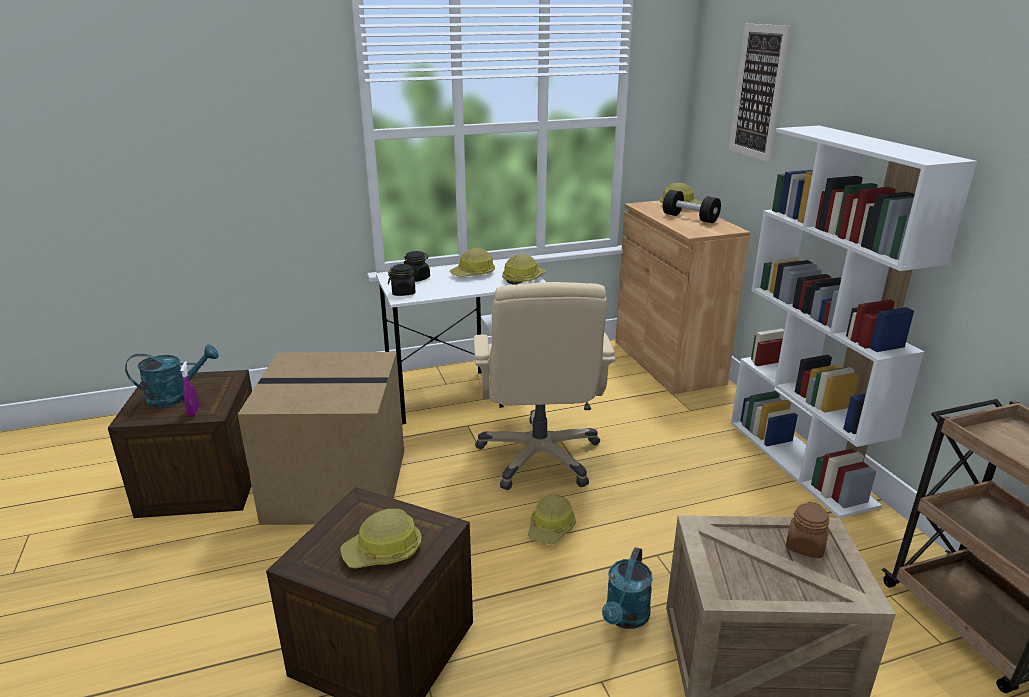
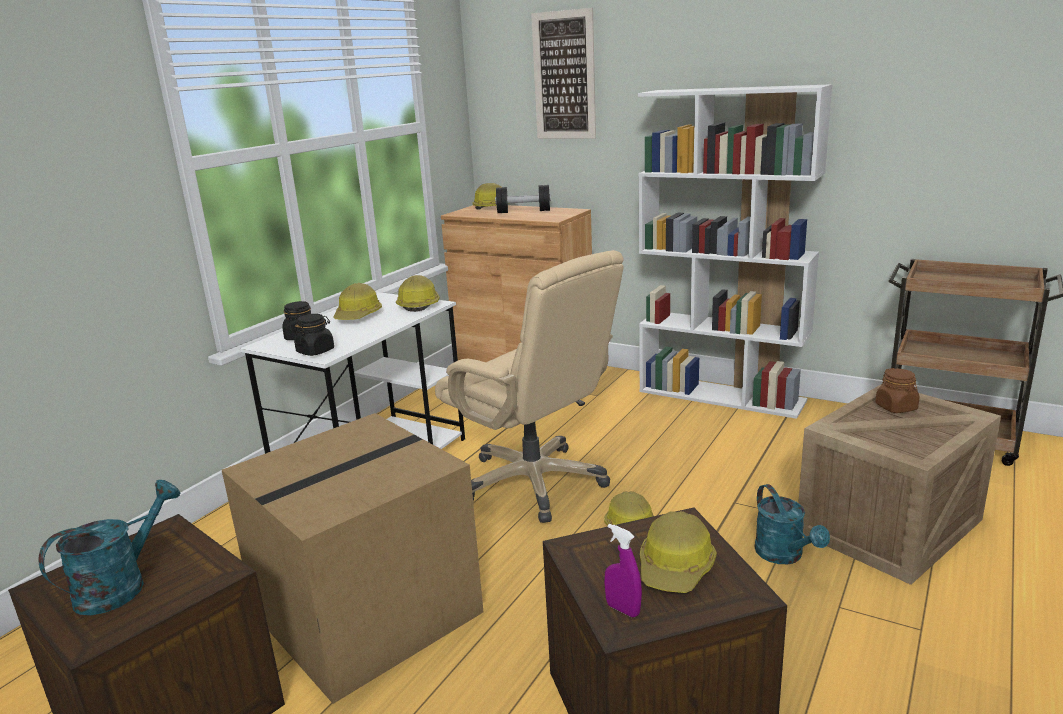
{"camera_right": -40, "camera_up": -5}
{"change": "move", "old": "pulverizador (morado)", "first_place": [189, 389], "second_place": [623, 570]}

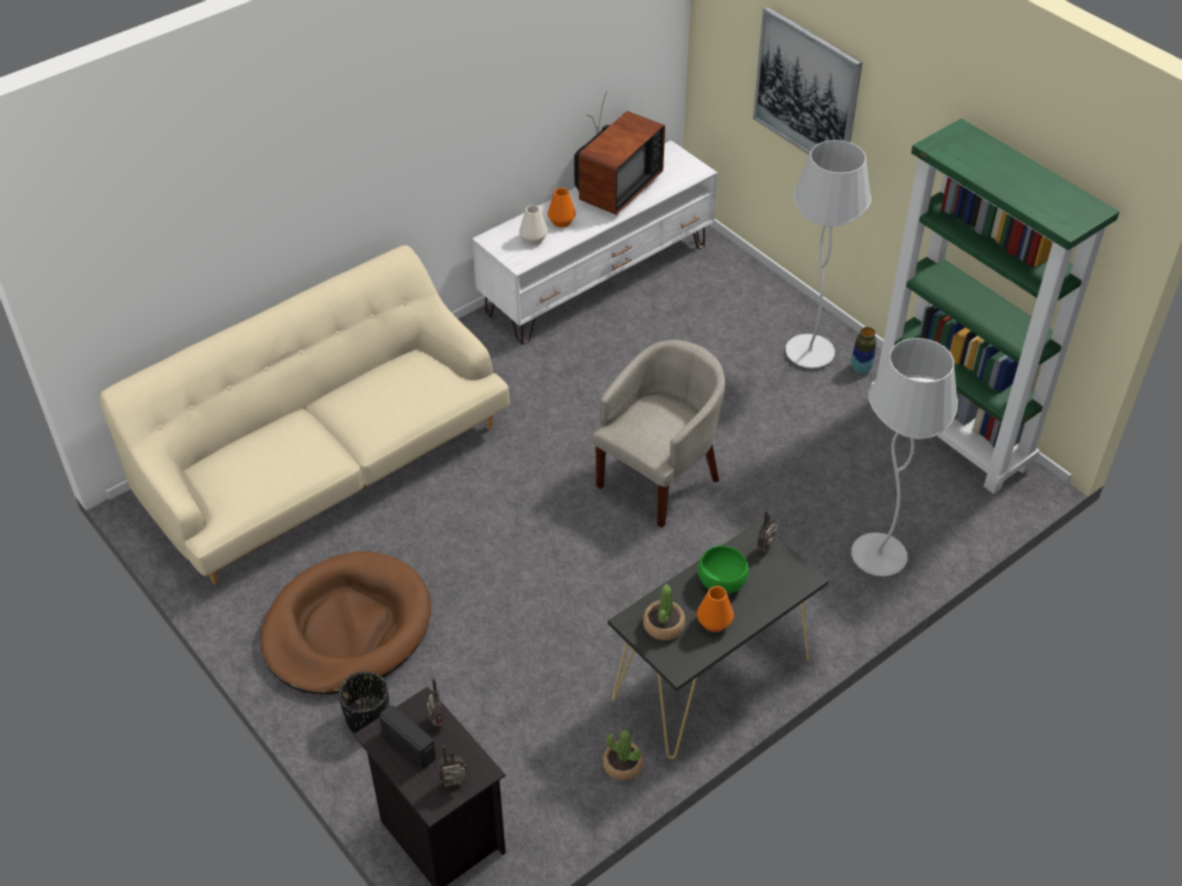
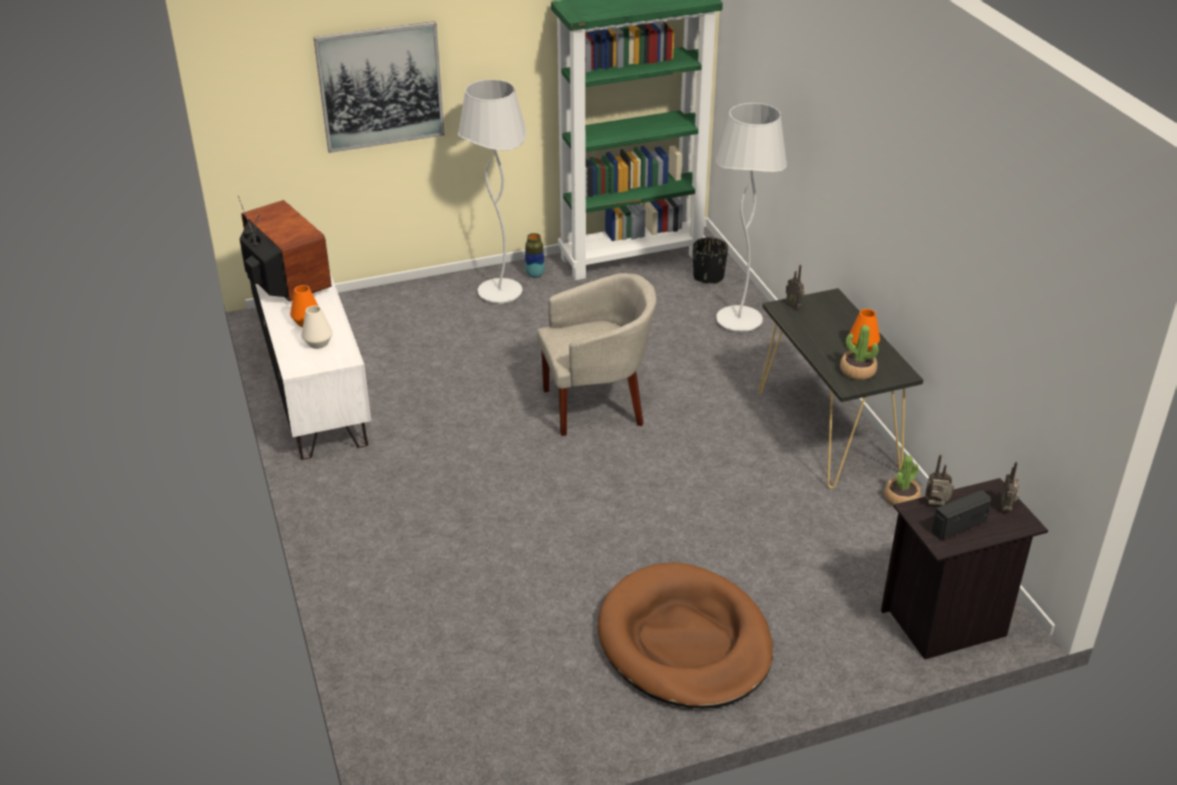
{"camera_right": -70, "camera_up": -10}
{"change": "rotate", "old": "sillón (beis)", "first_place": [658, 434], "second_place": [596, 354], "degrees": 105}
{"change": "move", "old": "maceta (negro)", "first_place": [363, 702], "second_place": [710, 260]}
{"change": "delete", "old": "sofá (beis)", "first_place": [304, 415]}
{"change": "delete", "old": "cuenco (verde)", "first_place": [723, 570]}

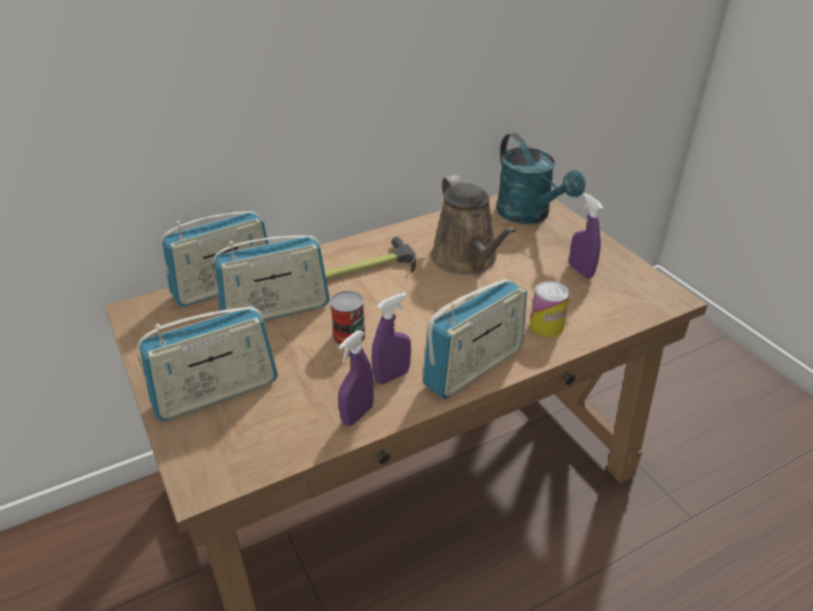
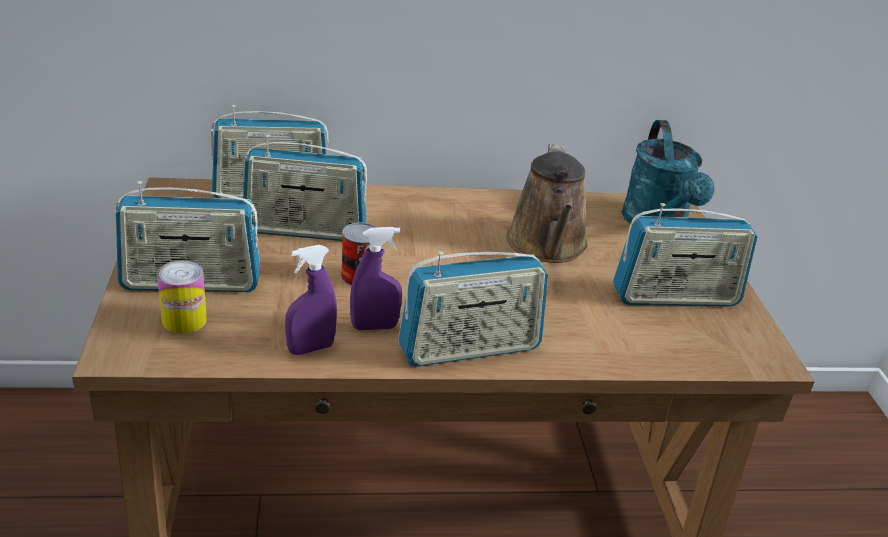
{"camera_right": 20, "camera_up": -5}
{"change": "move", "old": "lata", "first_place": [550, 309], "second_place": [182, 297]}
{"change": "replace", "old": "pulverizador (morado)", "new": "radio", "first_place": [586, 235], "second_place": [685, 254]}
{"change": "delete", "old": "martillo", "first_place": [370, 258]}

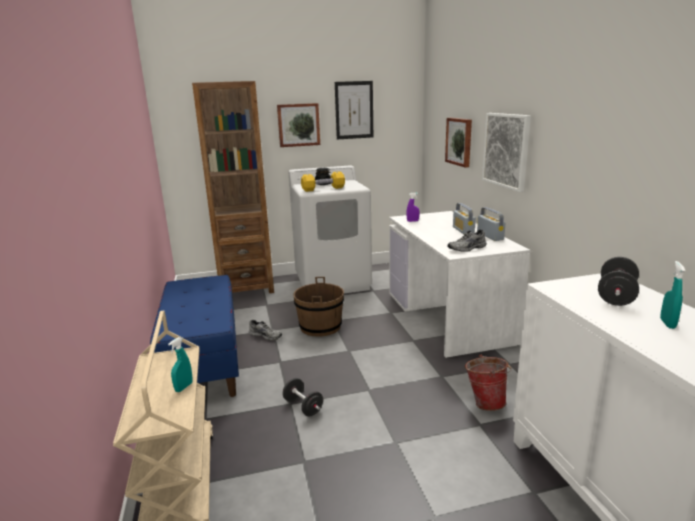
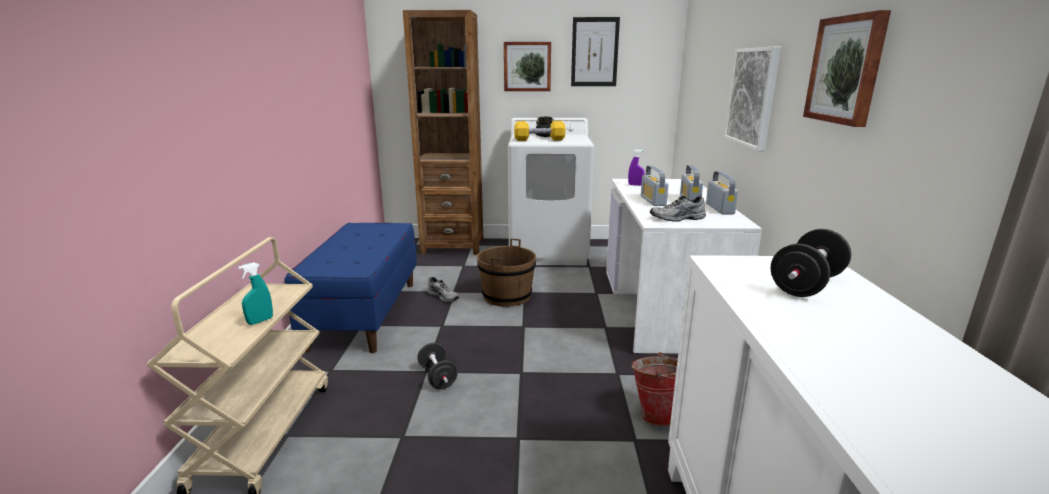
{"camera_right": 15, "camera_up": 0}
{"change": "insert", "new": "radio", "second_place": [655, 186]}
{"change": "move", "old": "cuadro", "first_place": [458, 143], "second_place": [847, 68]}
{"change": "delete", "old": "pulverizador (turquesa)", "first_place": [672, 295]}

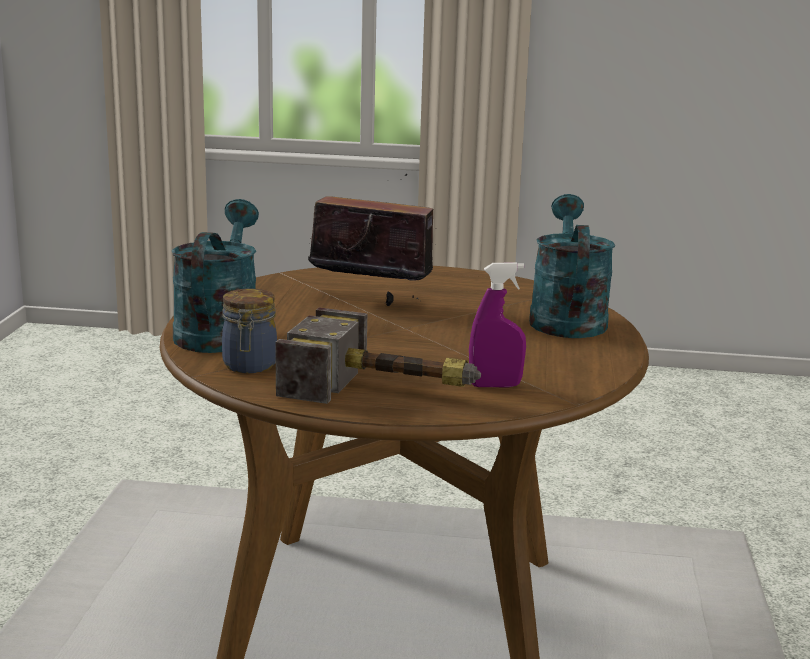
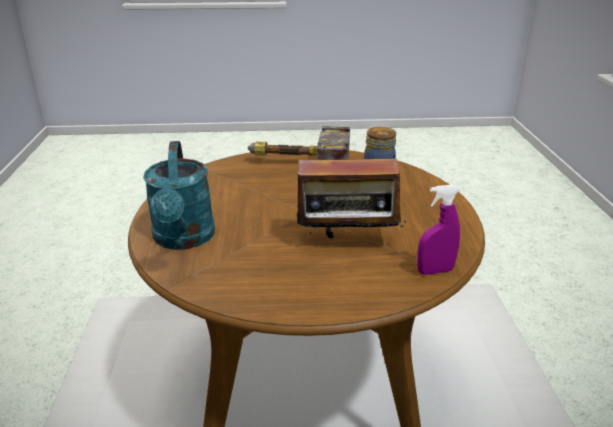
{"camera_right": 170, "camera_up": 10}
{"change": "move", "old": "pulverizador (morado)", "first_place": [497, 324], "second_place": [438, 230]}
{"change": "delete", "old": "regadera (turquesa)", "first_place": [215, 276]}

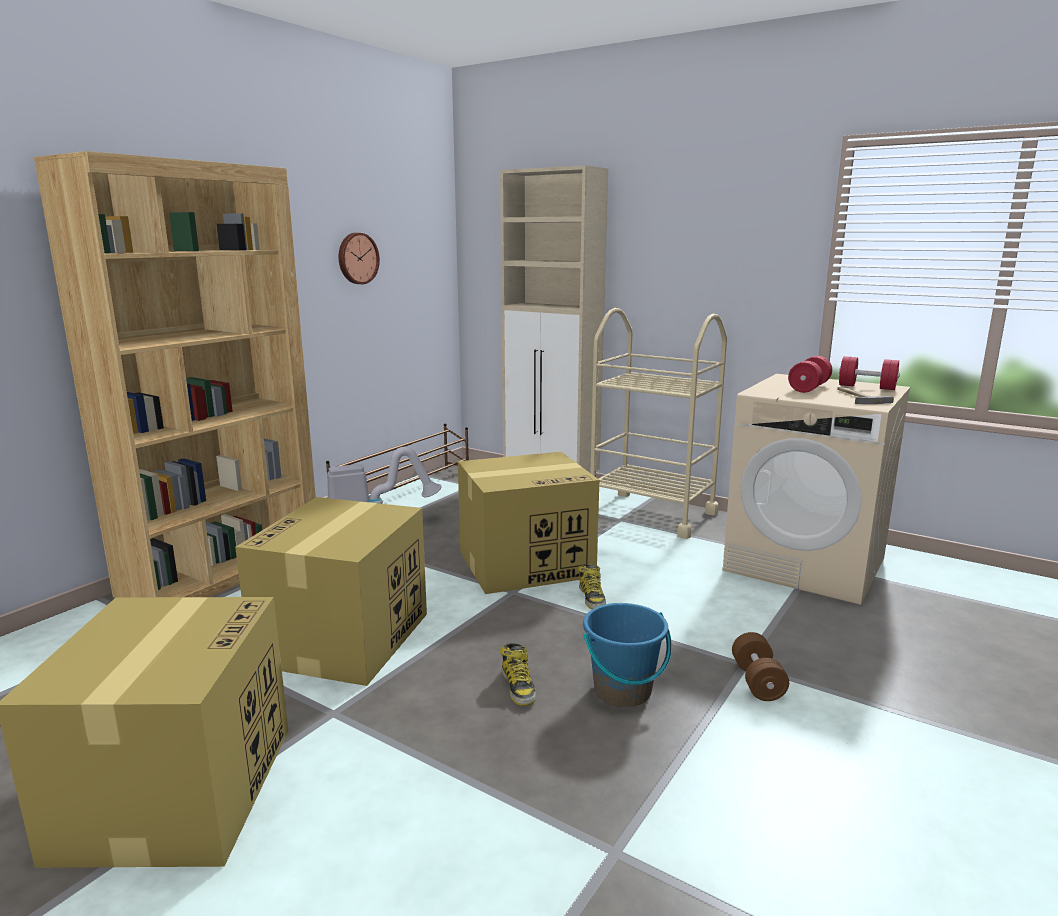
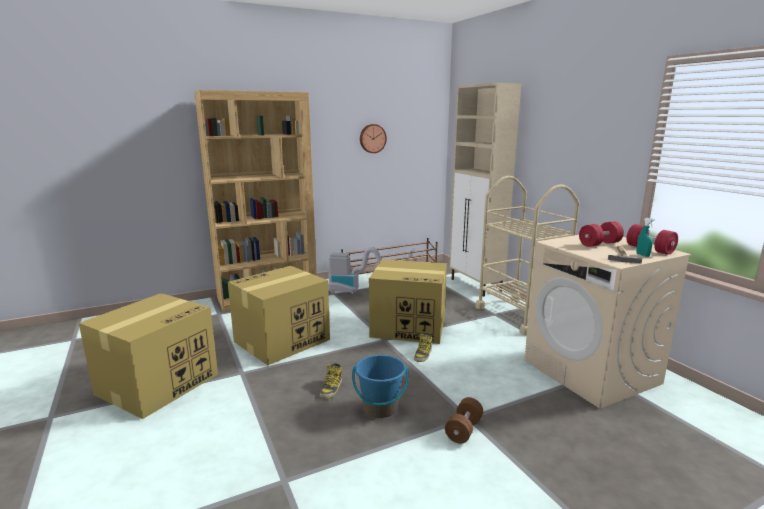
{"camera_right": 30, "camera_up": 0}
{"change": "insert", "new": "pulverizador (turquesa)", "second_place": [645, 237]}

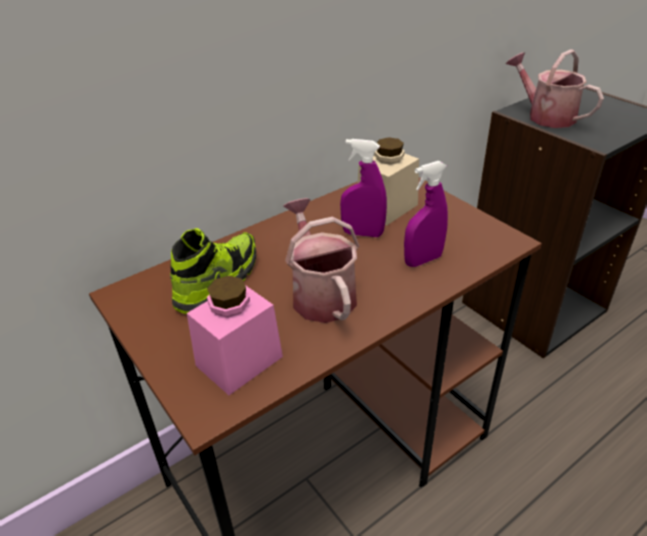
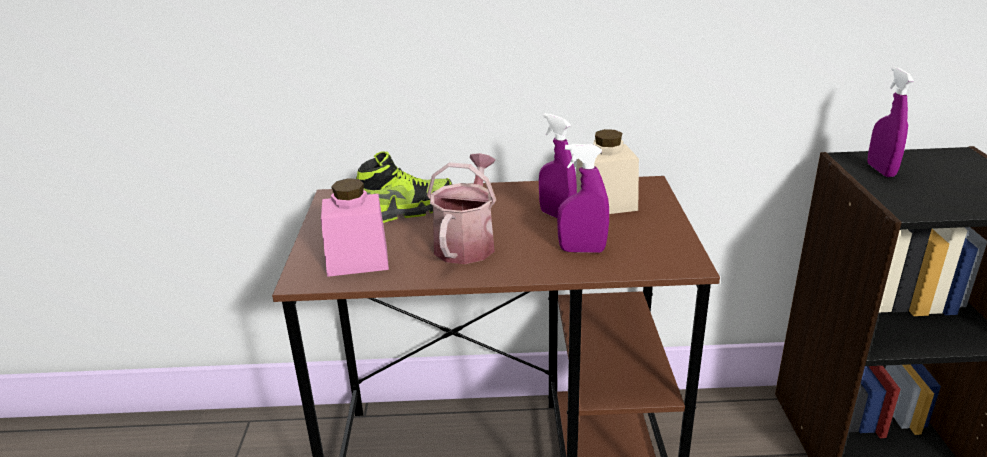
{"camera_right": 35, "camera_up": -10}
{"change": "replace", "old": "regadera", "new": "pulverizador (morado)", "first_place": [555, 88], "second_place": [891, 122]}

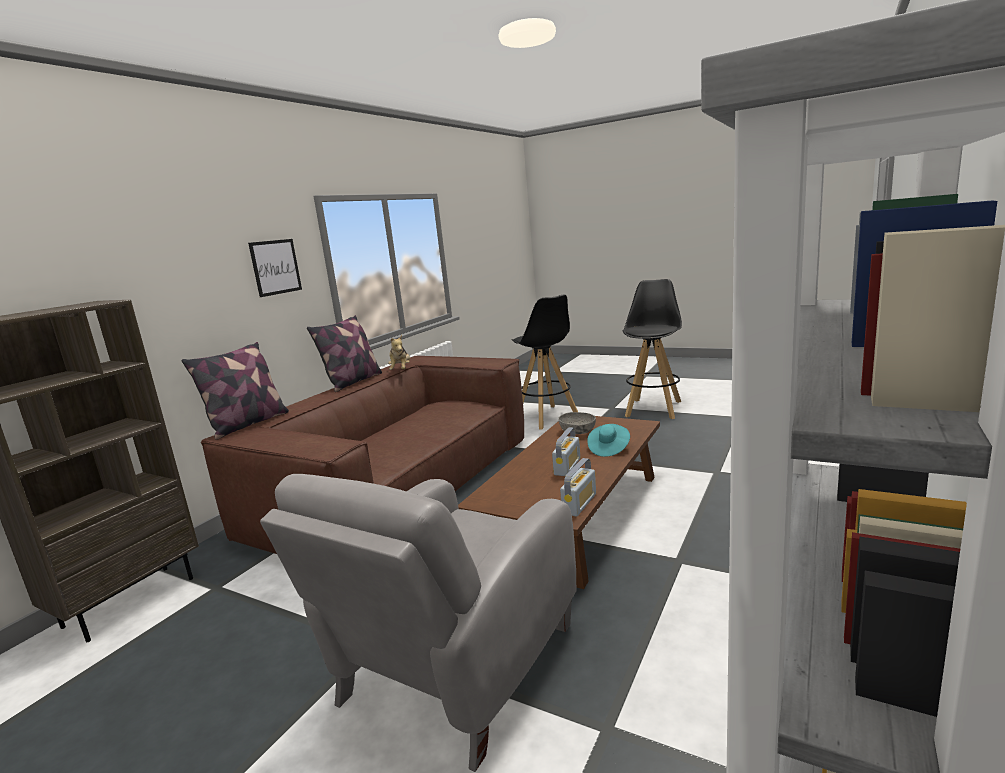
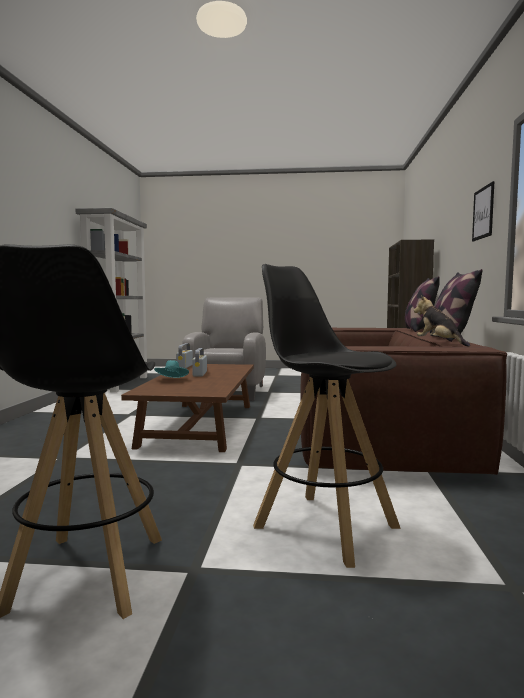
{"camera_right": 155, "camera_up": -10}
{"change": "delete", "old": "cuenco (gris)", "first_place": [577, 423]}

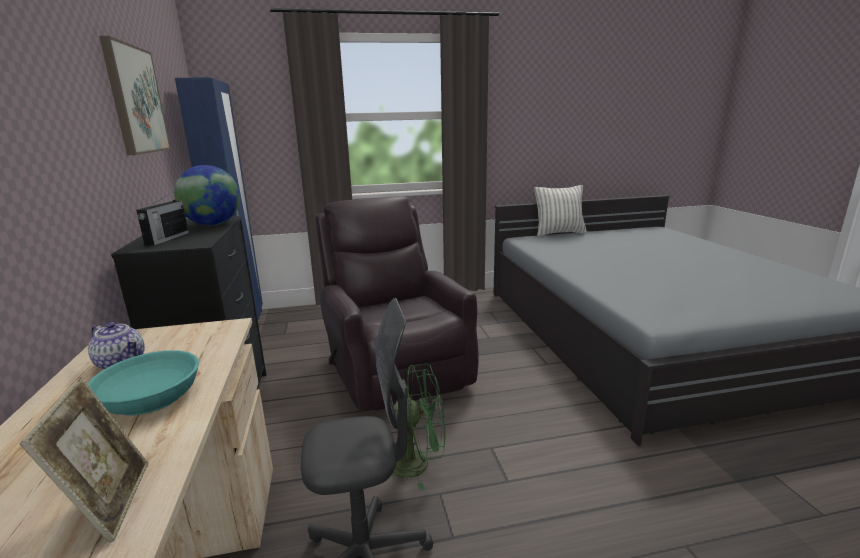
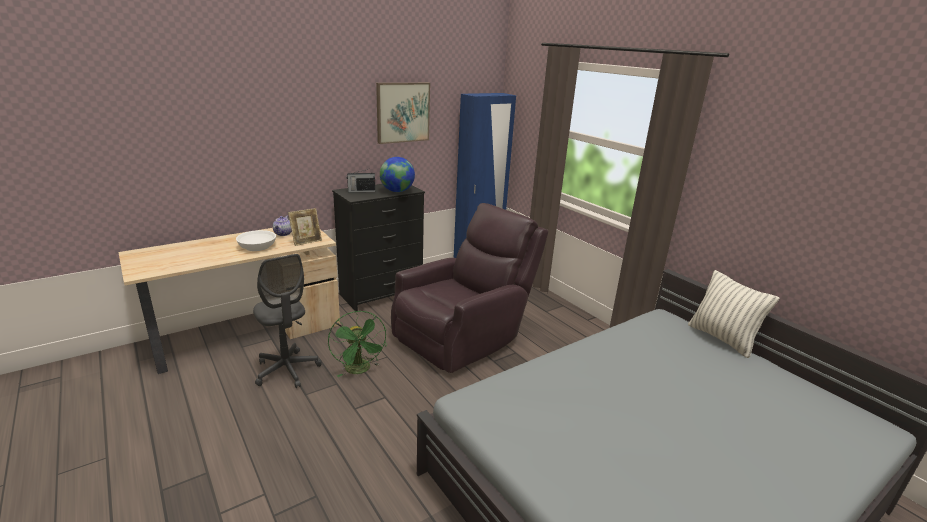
{"camera_right": 65, "camera_up": 5}
{"change": "recolor", "old": "cuenco (turquesa)", "new": "cuenco (blanco)", "first_place": [144, 382], "second_place": [256, 240]}
{"change": "move", "old": "portarretratos", "first_place": [83, 460], "second_place": [305, 227]}

